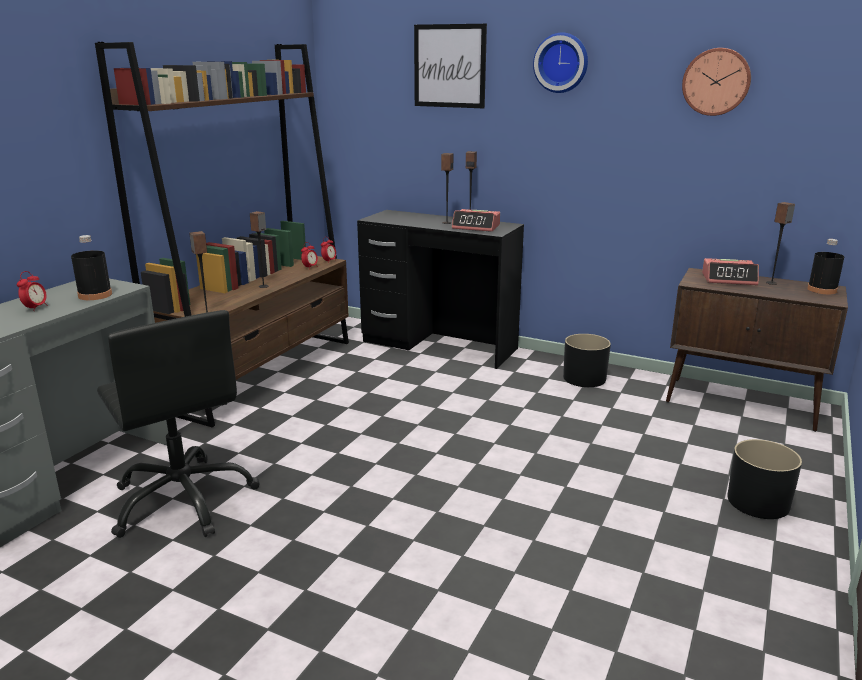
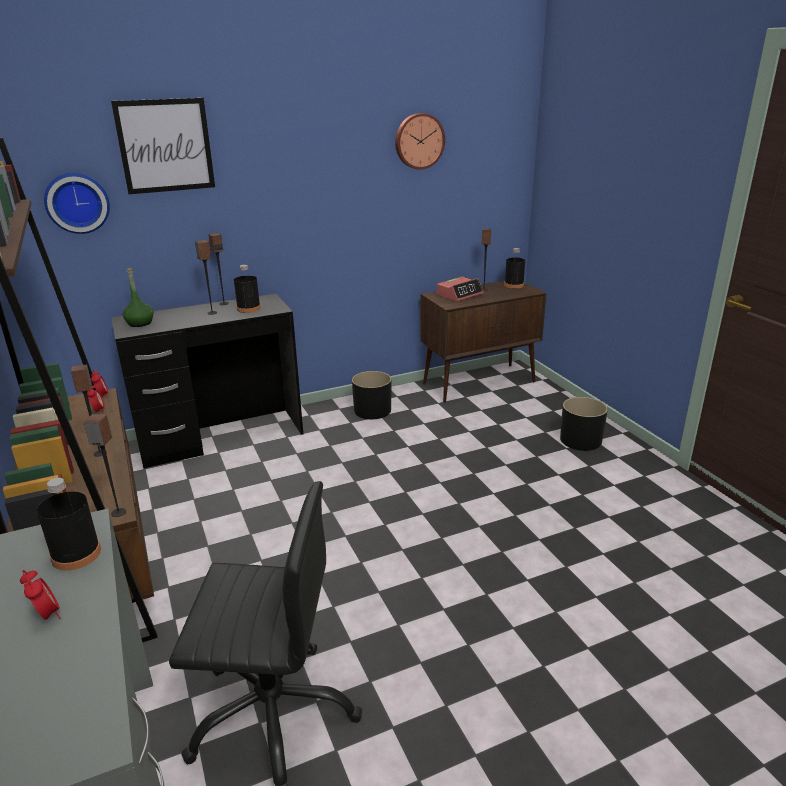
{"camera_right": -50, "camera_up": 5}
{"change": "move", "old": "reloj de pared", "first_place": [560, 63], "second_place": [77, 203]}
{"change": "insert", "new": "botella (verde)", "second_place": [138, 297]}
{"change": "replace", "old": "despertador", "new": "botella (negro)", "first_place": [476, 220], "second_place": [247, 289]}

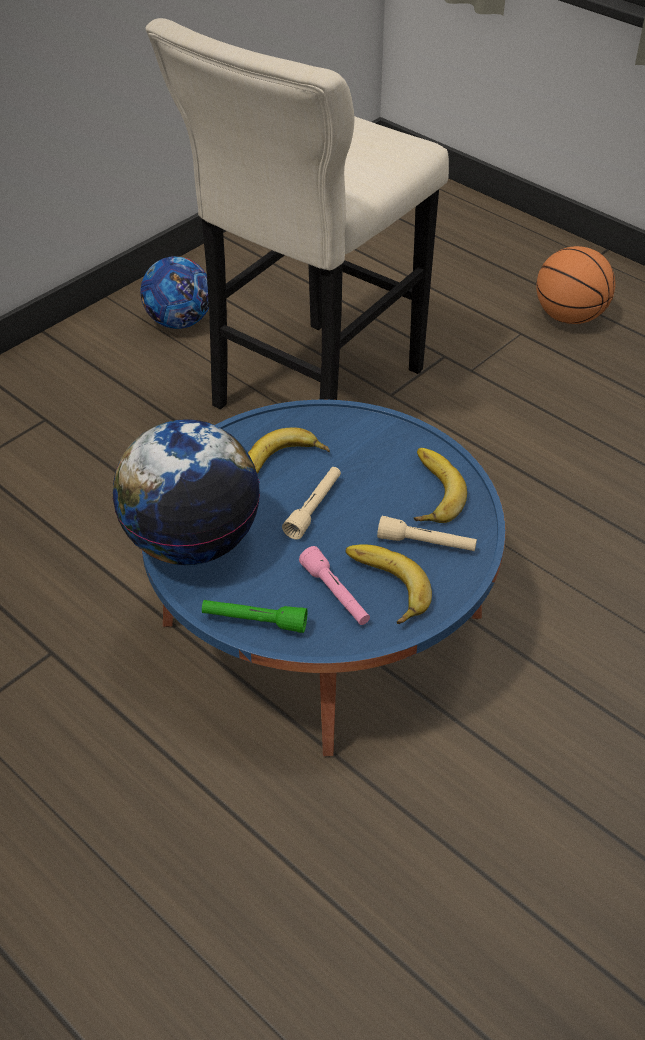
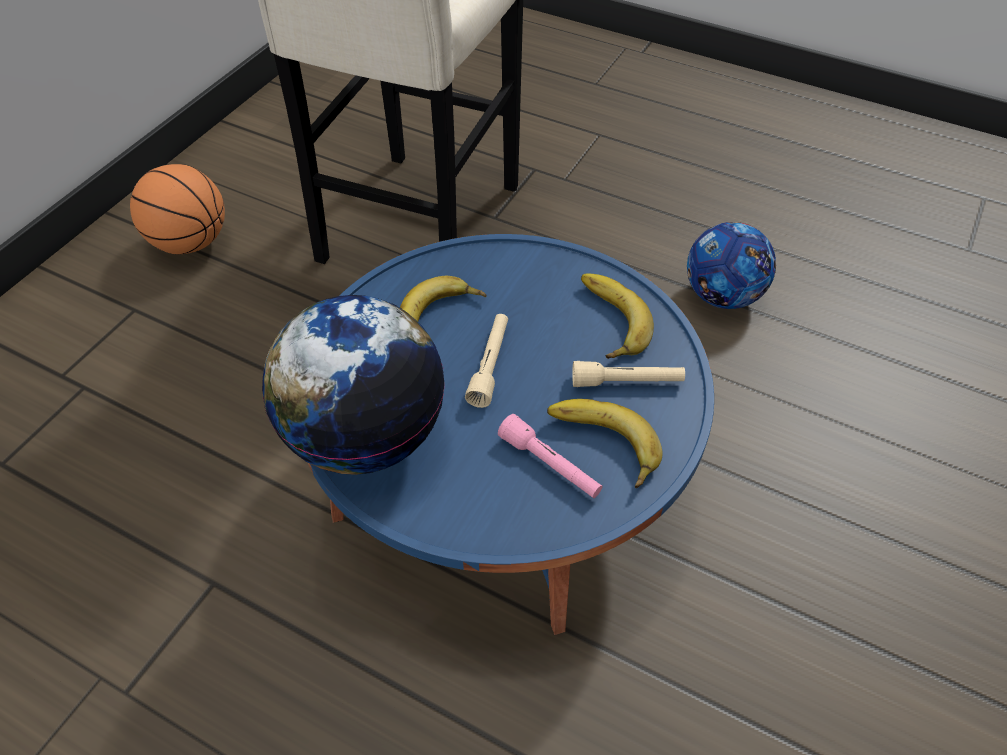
{"camera_right": -15, "camera_up": 5}
{"change": "move", "old": "balón de baloncesto", "first_place": [575, 285], "second_place": [177, 209]}
{"change": "move", "old": "balón de fútbol", "first_place": [175, 292], "second_place": [731, 265]}
{"change": "delete", "old": "linterna (verde)", "first_place": [255, 616]}

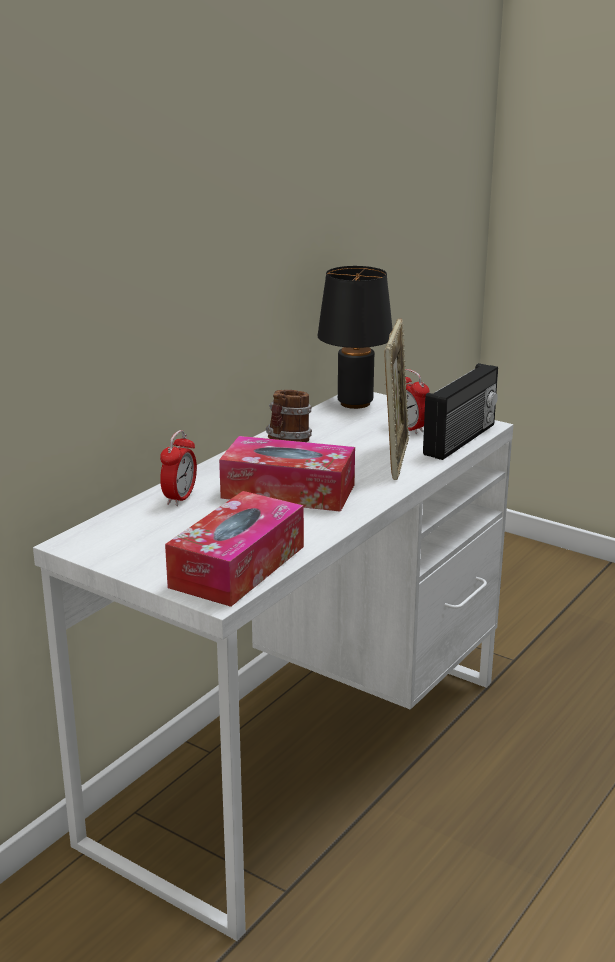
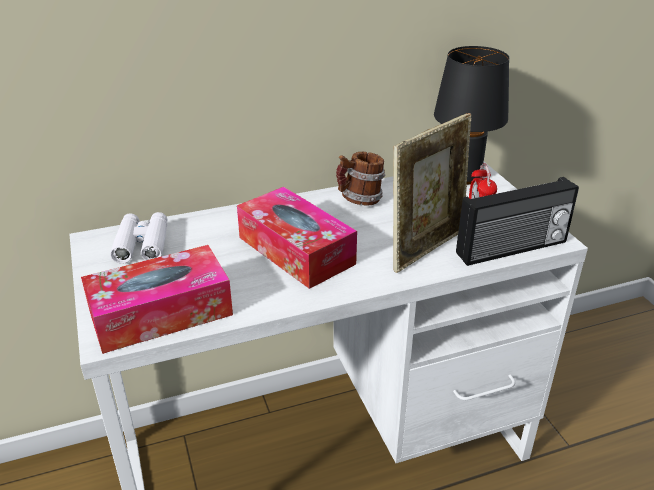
{"camera_right": 35, "camera_up": 10}
{"change": "insert", "new": "prismáticos (blanco)", "second_place": [138, 238]}
{"change": "delete", "old": "despertador", "first_place": [178, 468]}

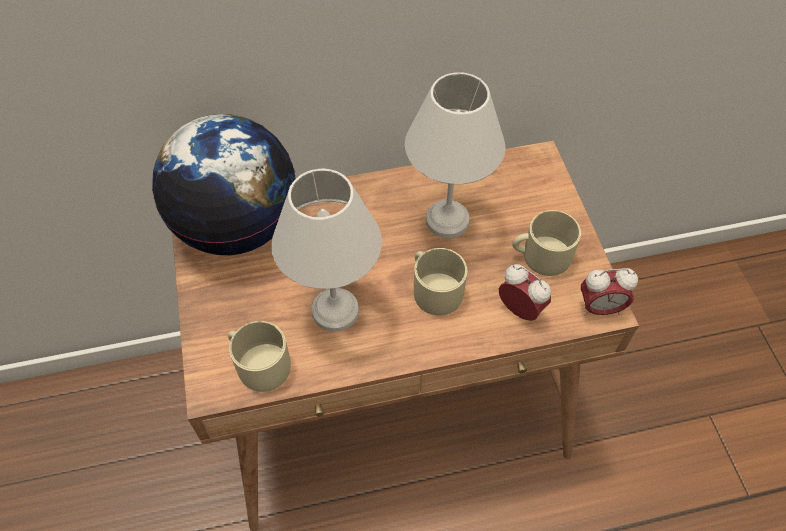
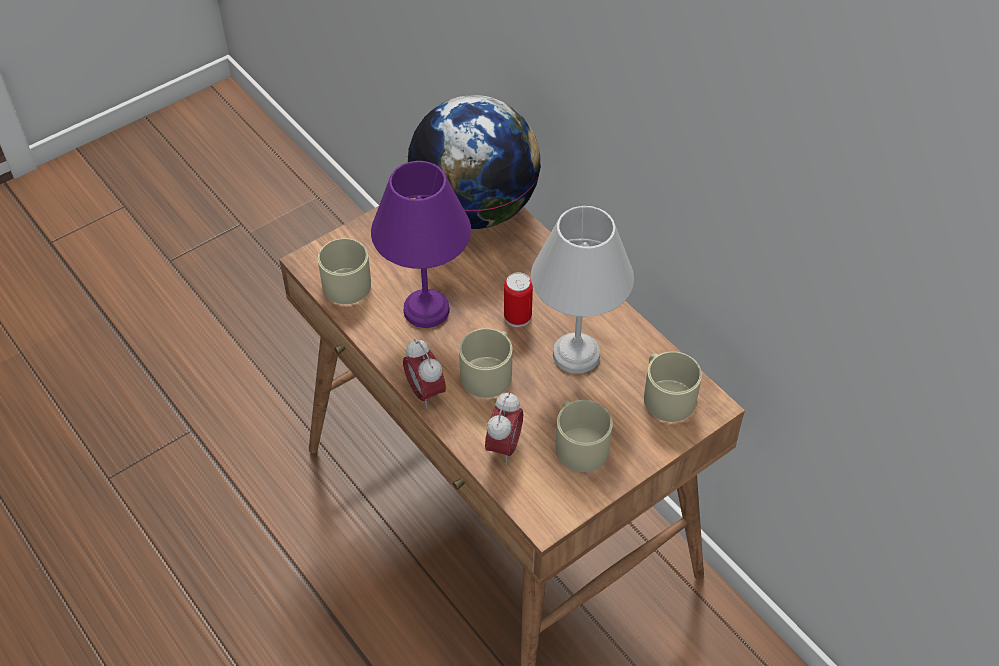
{"camera_right": 65, "camera_up": -5}
{"change": "recolor", "old": "lámpara de mesa (blanco)", "new": "lámpara de mesa (morado)", "first_place": [327, 250], "second_place": [421, 244]}
{"change": "move", "old": "despertador", "first_place": [609, 292], "second_place": [424, 373]}
{"change": "insert", "new": "lata", "second_place": [518, 299]}
{"change": "insert", "new": "taza grande (beis)", "second_place": [673, 386]}

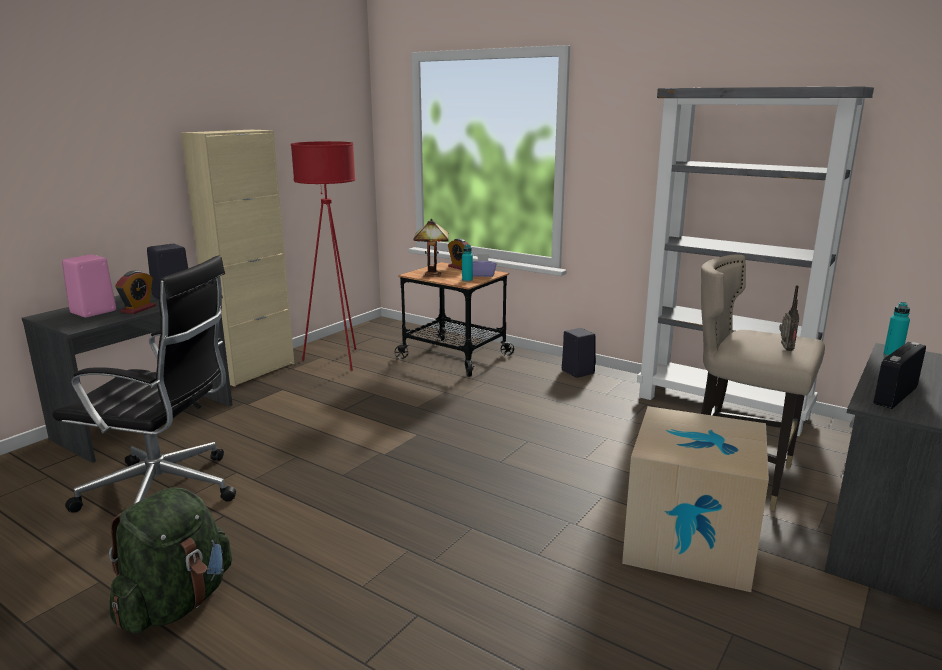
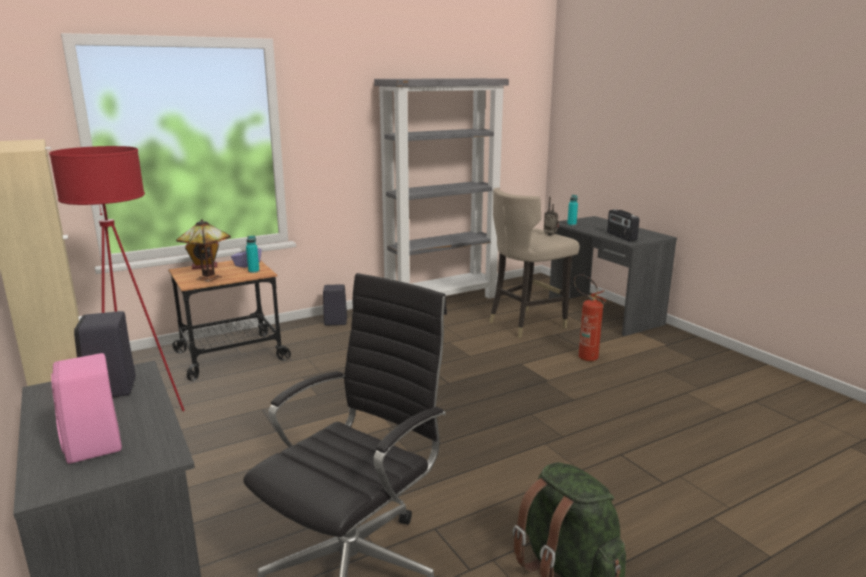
{"camera_right": -65, "camera_up": 0}
{"change": "replace", "old": "caja de cartón", "new": "extintor", "first_place": [695, 499], "second_place": [590, 317]}
{"change": "delete", "old": "despertador", "first_place": [135, 292]}

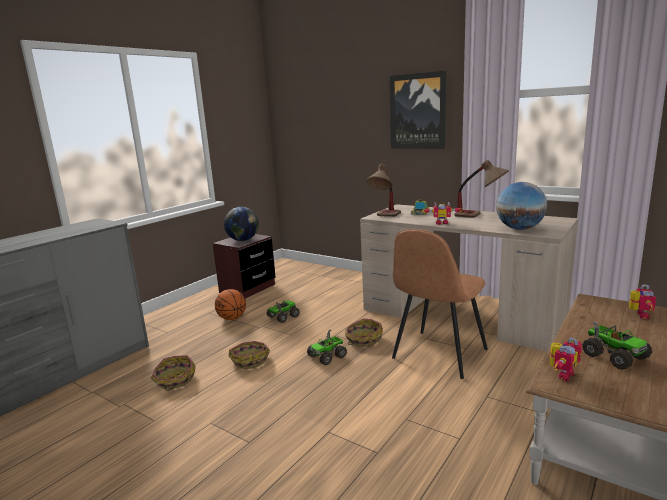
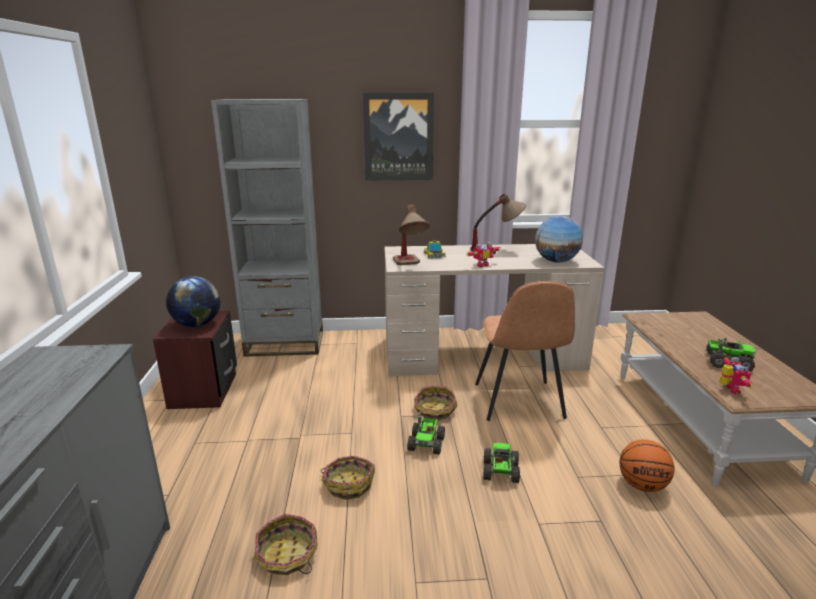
{"camera_right": -40, "camera_up": 5}
{"change": "insert", "new": "estantería (gris)", "second_place": [267, 228]}
{"change": "move", "old": "camión de juguete", "first_place": [283, 311], "second_place": [501, 463]}
{"change": "move", "old": "balón de baloncesto", "first_place": [230, 304], "second_place": [646, 465]}
{"change": "delete", "old": "robot de juguete", "first_place": [642, 301]}

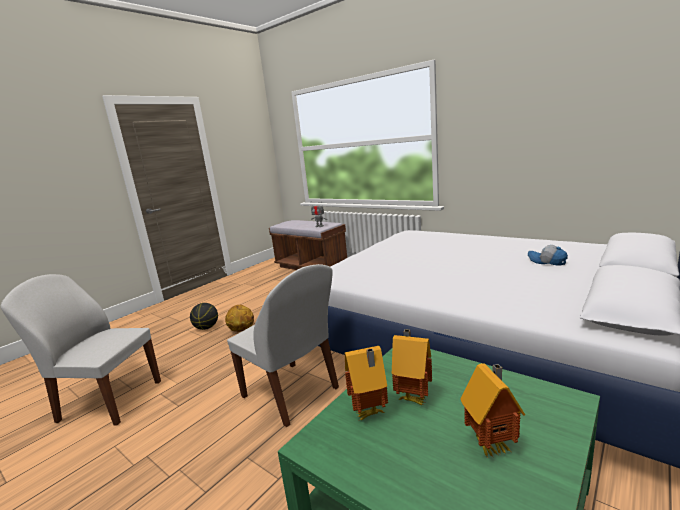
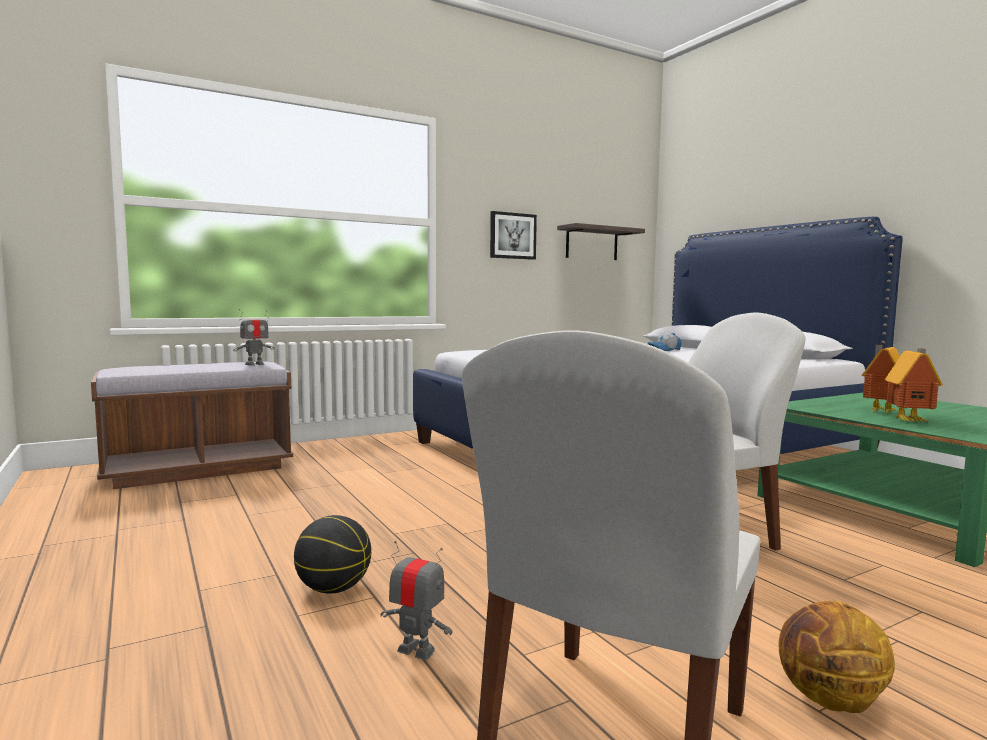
{"camera_right": -70, "camera_up": -10}
{"change": "insert", "new": "robot de juguete", "second_place": [416, 600]}
{"change": "insert", "new": "cuadro", "second_place": [513, 235]}
{"change": "insert", "new": "estante", "second_place": [601, 241]}
{"change": "move", "old": "balón de baloncesto", "first_place": [239, 318], "second_place": [837, 657]}
{"change": "delete", "old": "casita", "first_place": [492, 410]}

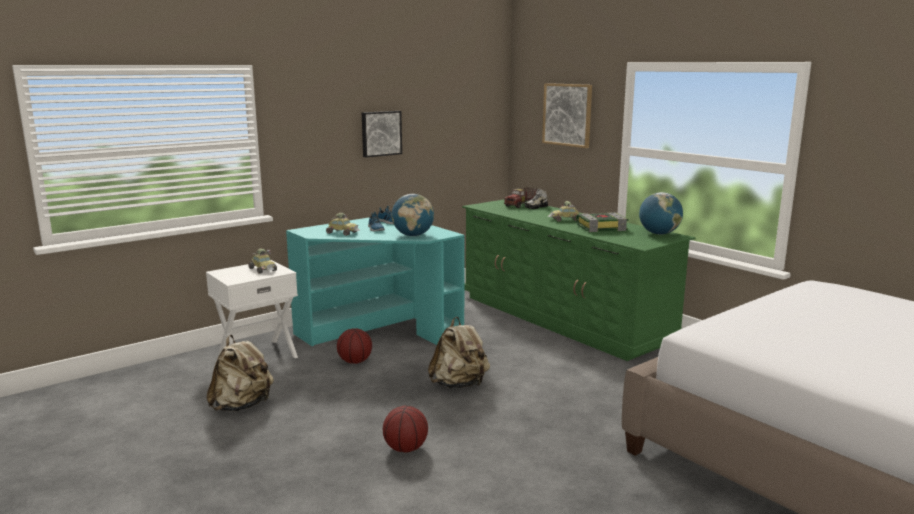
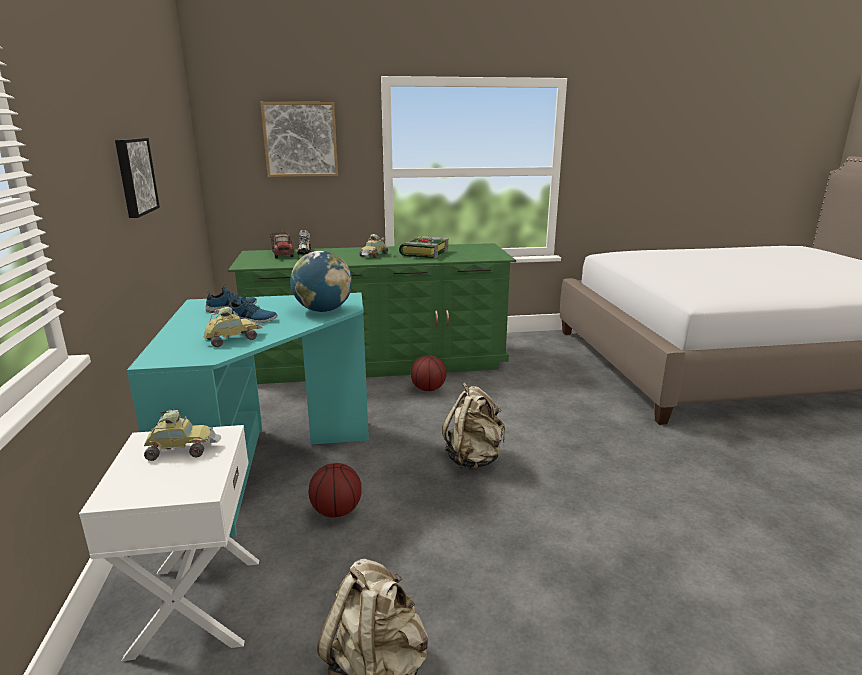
{"camera_right": -60, "camera_up": 5}
{"change": "move", "old": "balón de baloncesto", "first_place": [405, 429], "second_place": [428, 373]}
{"change": "delete", "old": "globo terráqueo", "first_place": [661, 213]}

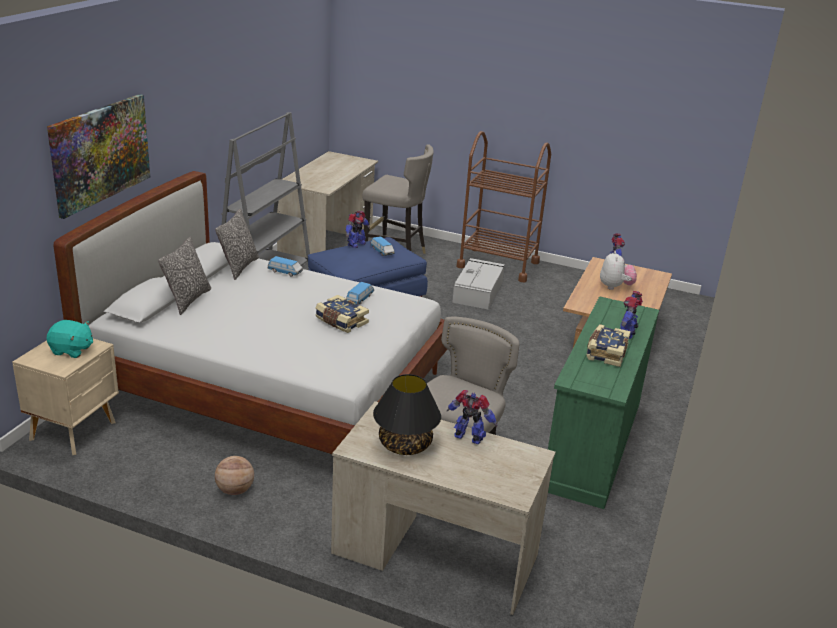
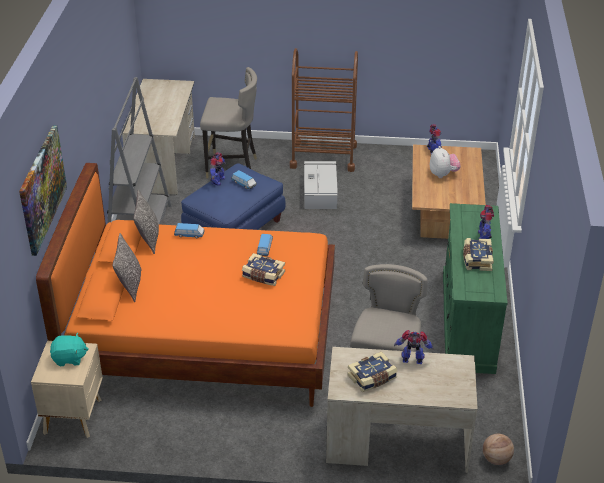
{"camera_right": -15, "camera_up": 10}
{"change": "recolor", "old": "cama (blanco)", "new": "cama (naranja)", "first_place": [250, 312], "second_place": [185, 285]}
{"change": "replace", "old": "lámpara de mesa (negro)", "new": "libro", "first_place": [407, 414], "second_place": [373, 371]}
{"change": "move", "old": "balón de baloncesto", "first_place": [234, 475], "second_place": [498, 449]}

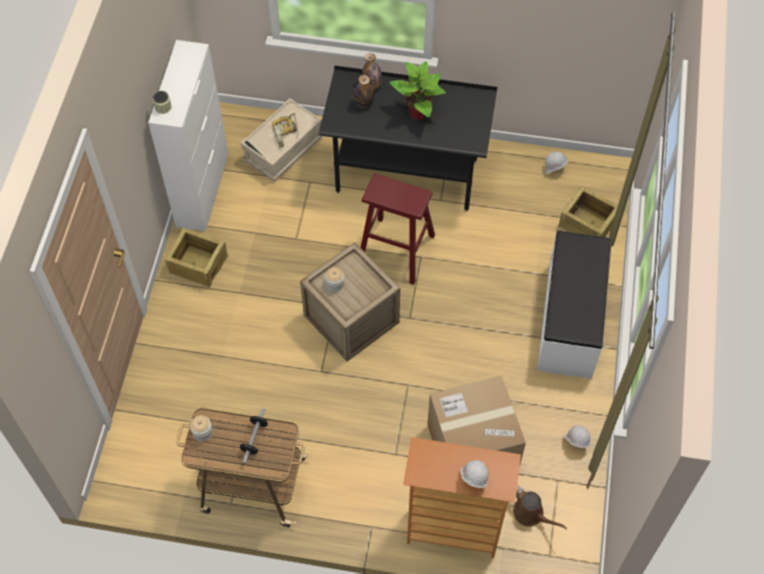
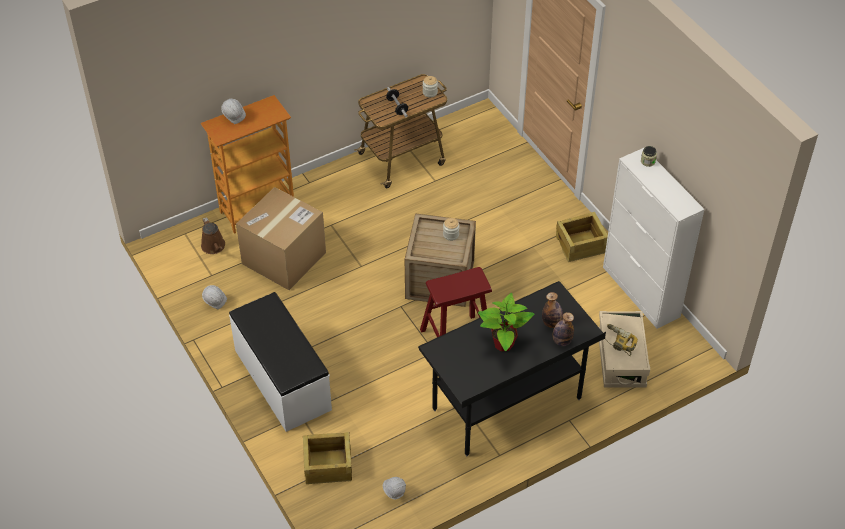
{"camera_right": 140, "camera_up": -10}
{"change": "rotate", "old": "regadera (marrón)", "first_place": [540, 507], "second_place": [213, 235], "degrees": -120}

